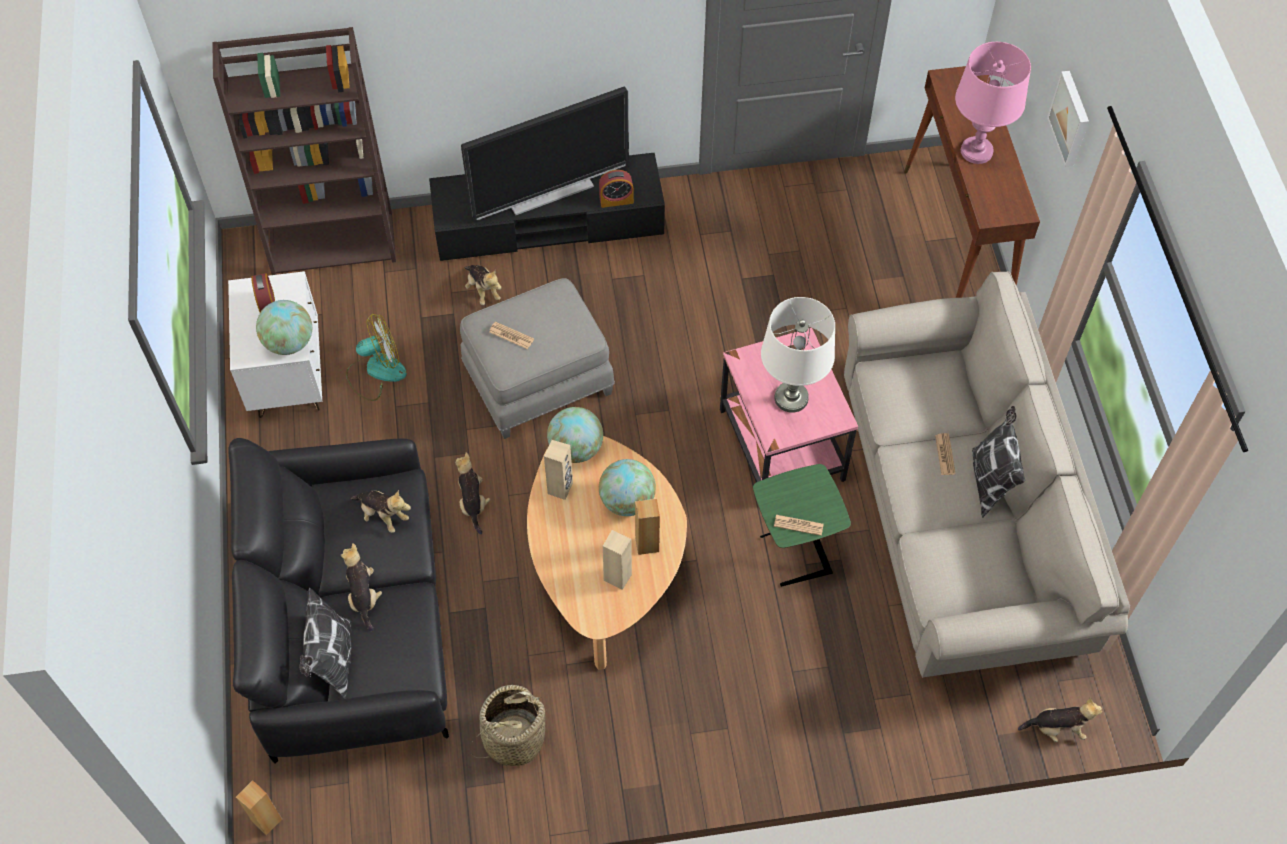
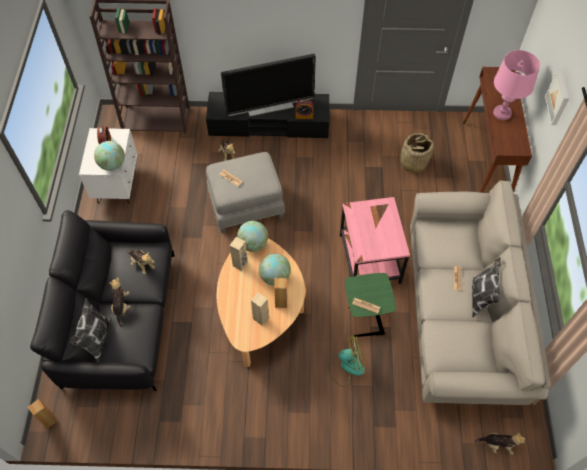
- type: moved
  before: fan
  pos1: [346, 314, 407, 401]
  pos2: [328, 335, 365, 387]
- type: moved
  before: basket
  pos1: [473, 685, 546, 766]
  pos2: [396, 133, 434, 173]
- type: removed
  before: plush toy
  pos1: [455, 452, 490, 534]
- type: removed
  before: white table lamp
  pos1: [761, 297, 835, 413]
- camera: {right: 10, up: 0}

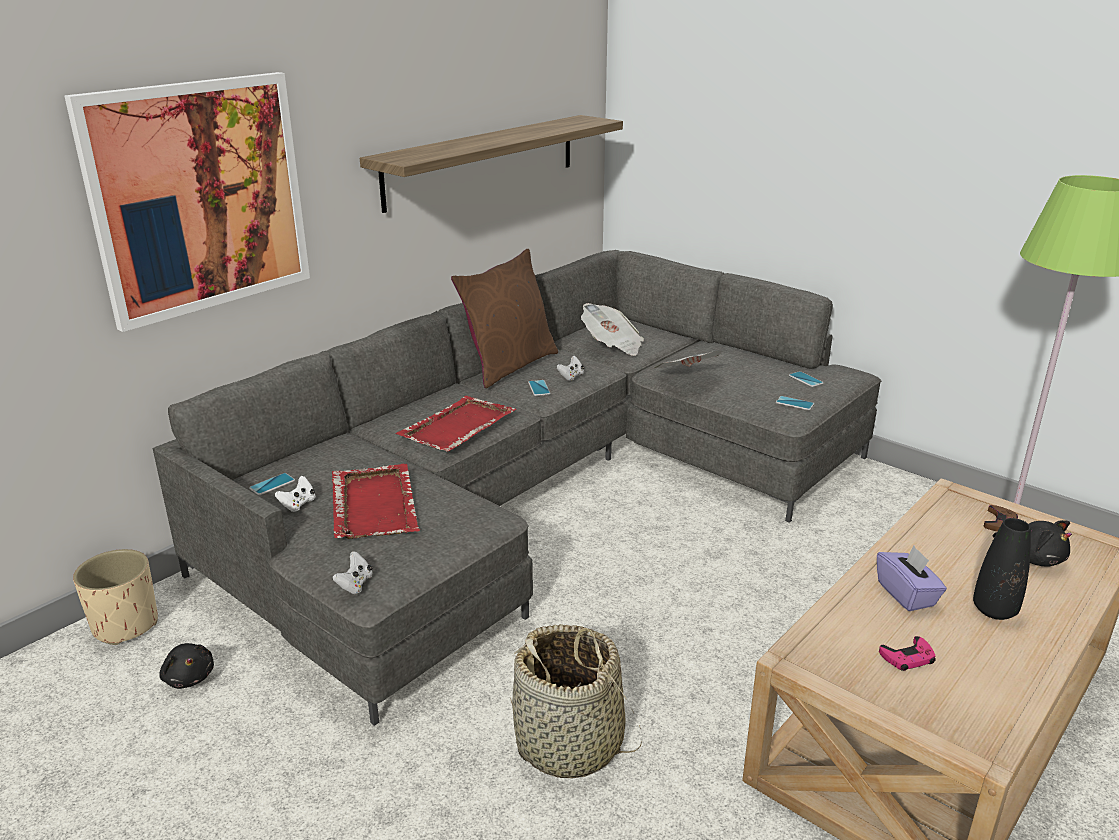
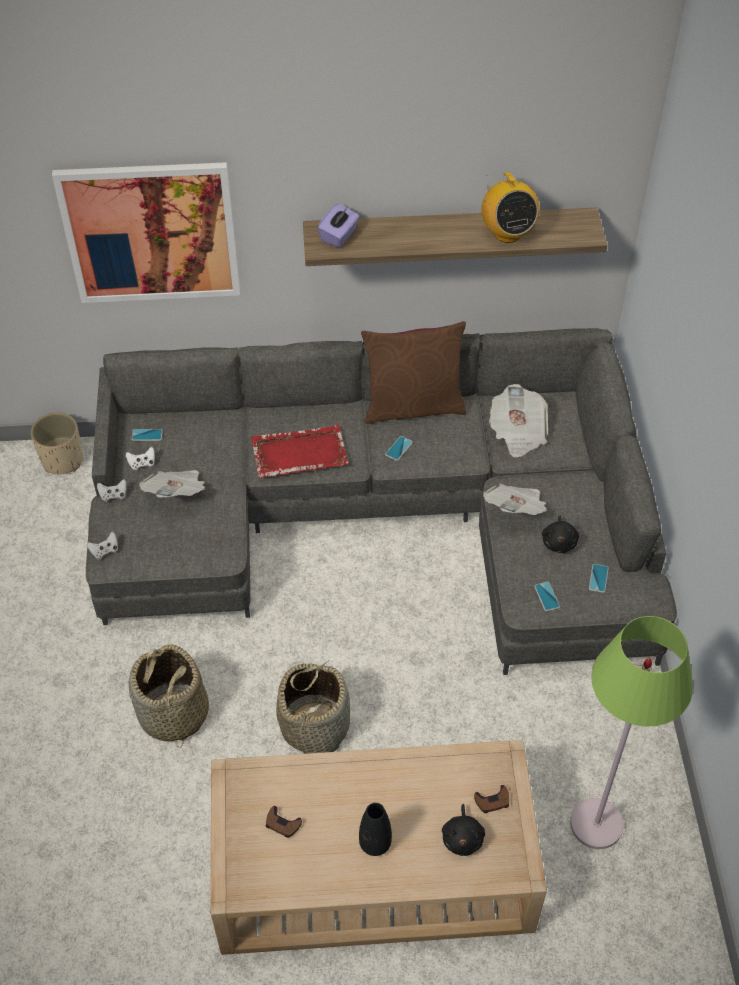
- type: moved
  before: white game controller
  pos1: [557, 355, 584, 381]
  pos2: [97, 479, 127, 502]
- type: replaced
  before: red tray
  after: newspaper
  pos1: [332, 464, 420, 539]
  pos2: [139, 470, 205, 497]
- type: recoloured
  before: pink game controller
  after: brown game controller
  pos1: [879, 636, 936, 671]
  pos2: [265, 806, 302, 838]
- type: added
  after: basket
  pos2: [276, 661, 350, 754]
- type: moved
  before: purple tissue box
  pos1: [877, 545, 947, 611]
  pos2: [317, 203, 360, 248]
- type: added
  after: radio
  pos2: [481, 172, 540, 243]
- type: moved
  before: black plush toy
  pos1: [159, 643, 214, 689]
  pos2: [542, 516, 579, 553]
- camera: {right: 45, up: 25}

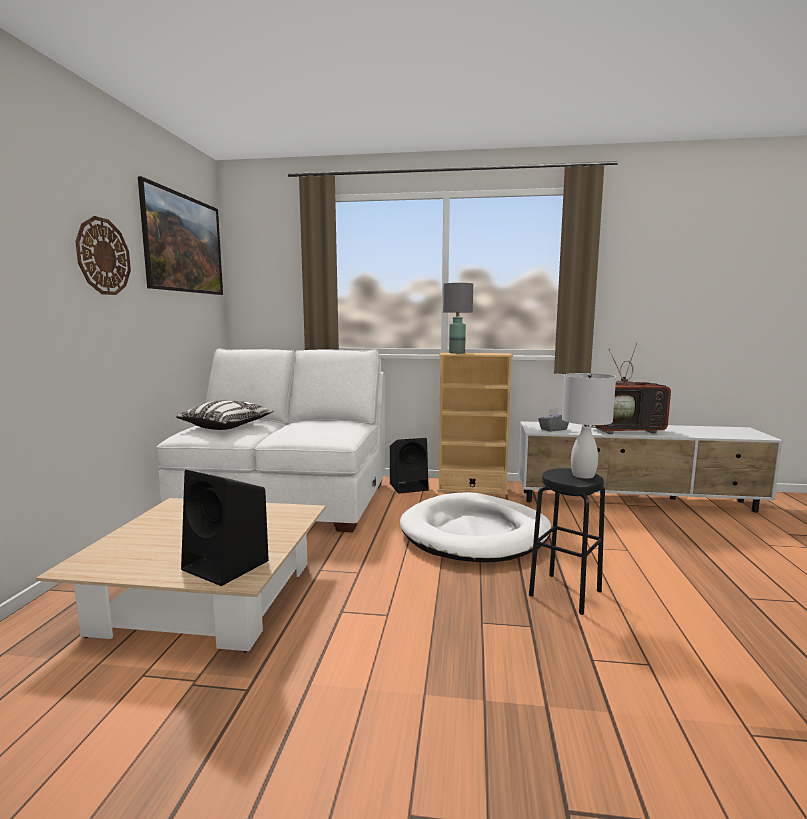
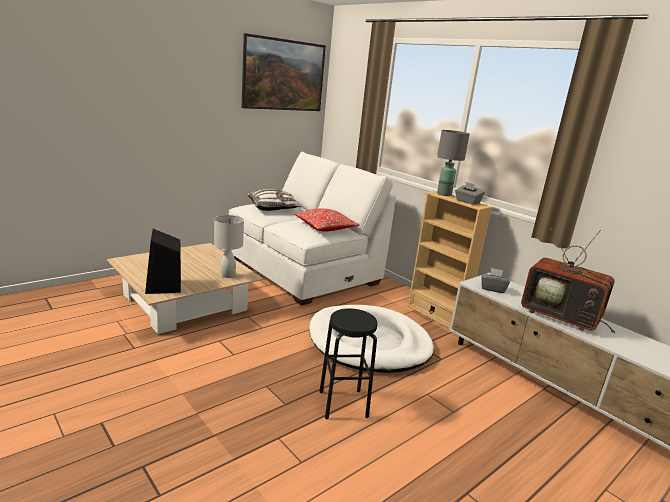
- type: moved
  before: white table lamp
  pos1: [562, 373, 616, 479]
  pos2: [214, 215, 244, 278]
- type: added
  after: pillow
  pos2: [294, 208, 360, 232]
- type: added
  after: grey tissue box
  pos2: [455, 182, 485, 205]
- type: removed
  before: wall clock
  pos1: [76, 216, 131, 295]
- type: removed
  before: black speaker
  pos1: [390, 438, 429, 494]
- camera: {right: 40, up: 10}

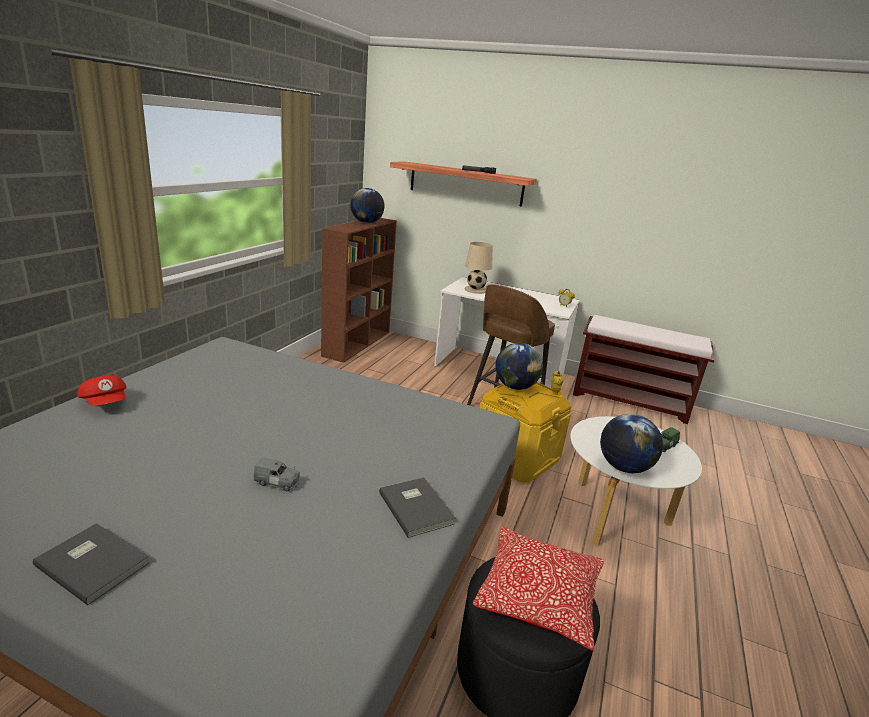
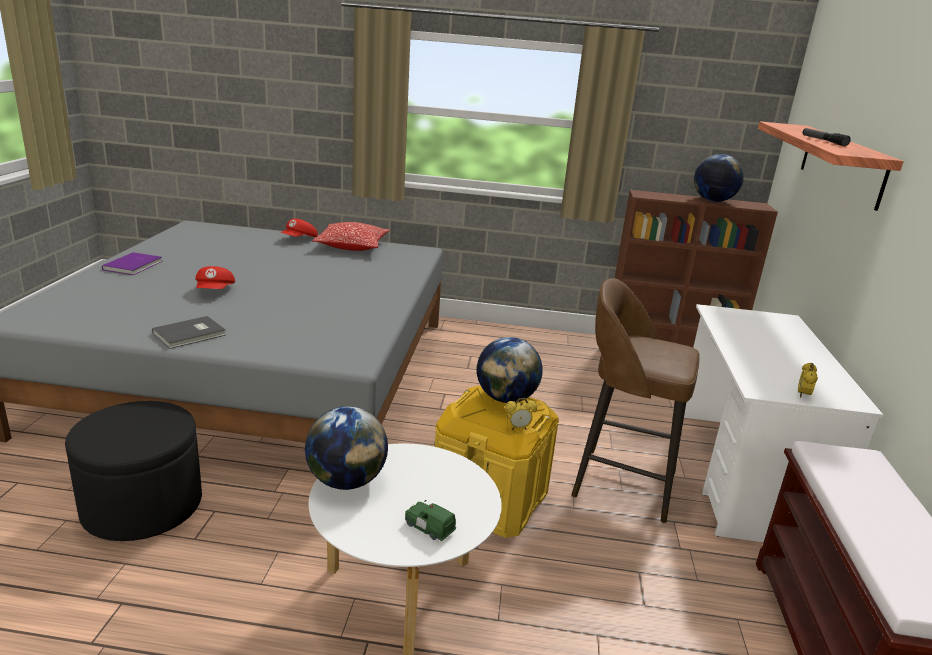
- type: recoloured
  before: grey book
  after: purple book
  pos1: [33, 523, 149, 605]
  pos2: [102, 252, 163, 275]
- type: replaced
  before: grey toy car
  after: red cap
  pos1: [253, 458, 300, 491]
  pos2: [195, 266, 235, 289]
- type: moved
  before: pillow
  pos1: [473, 526, 604, 651]
  pos2: [312, 222, 389, 251]
- type: removed
  before: beige table lamp
  pos1: [465, 242, 493, 294]
- camera: {right: 75, up: 0}

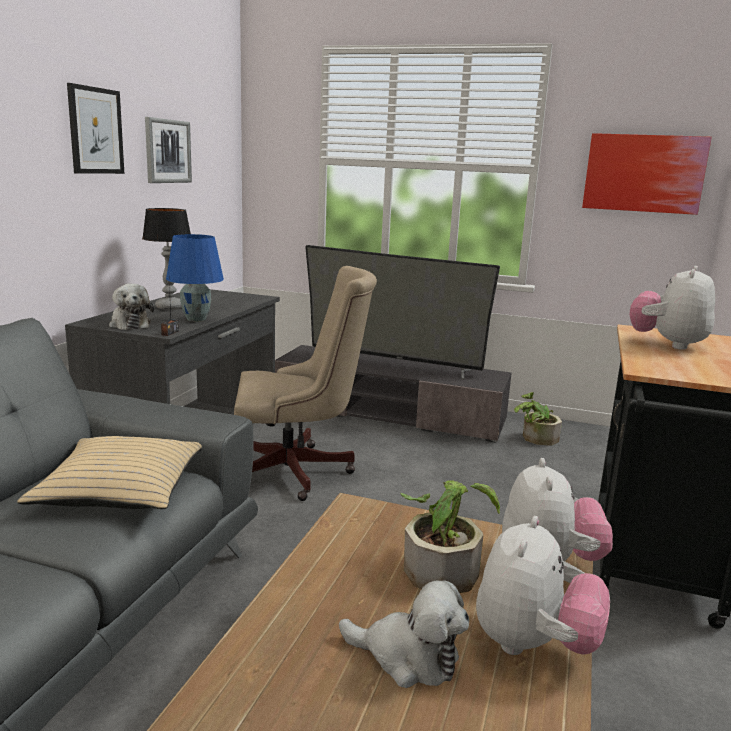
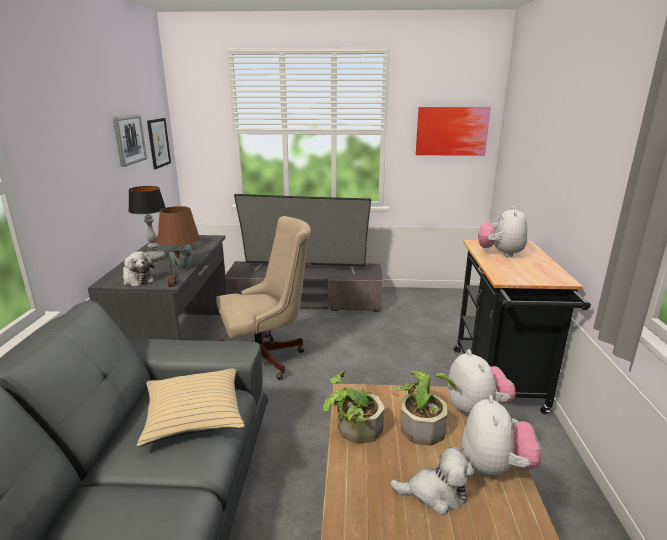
- type: moved
  before: picture
  pos1: [67, 83, 124, 174]
  pos2: [147, 118, 171, 169]
- type: recoloured
  before: blue table lamp
  after: brown table lamp
  pos1: [166, 234, 224, 322]
  pos2: [158, 206, 200, 270]
- type: moved
  before: potted plant
  pos1: [514, 392, 562, 445]
  pos2: [323, 371, 385, 444]
- camera: {right: -15, up: 5}

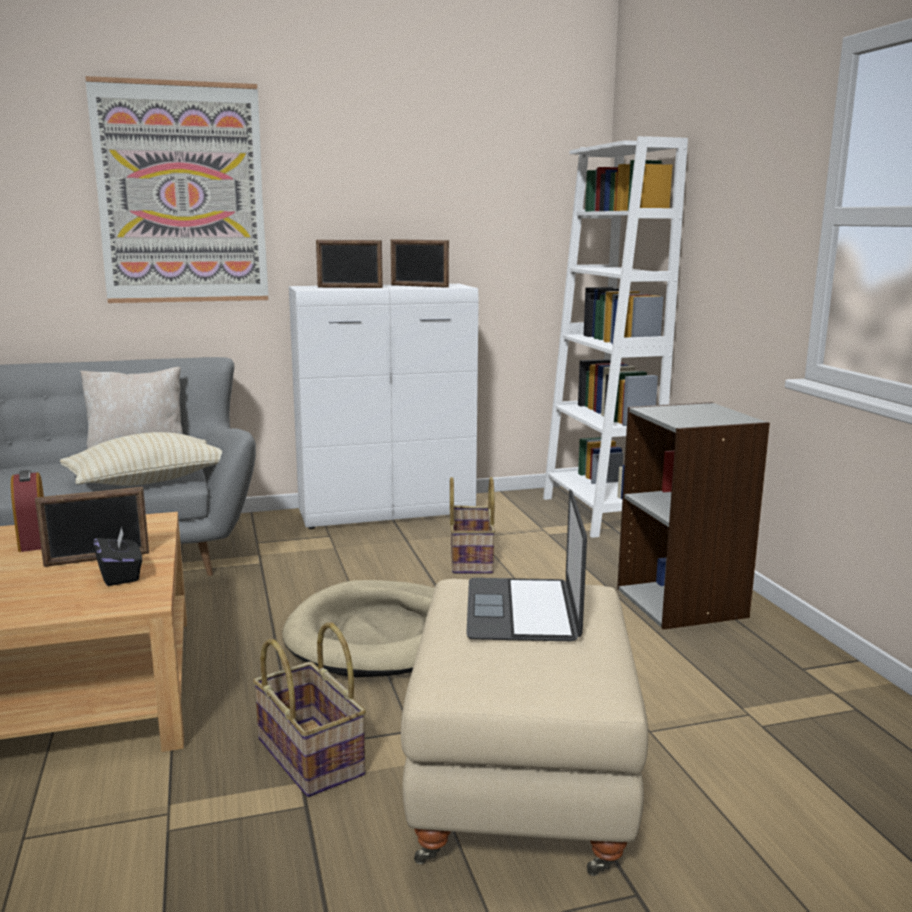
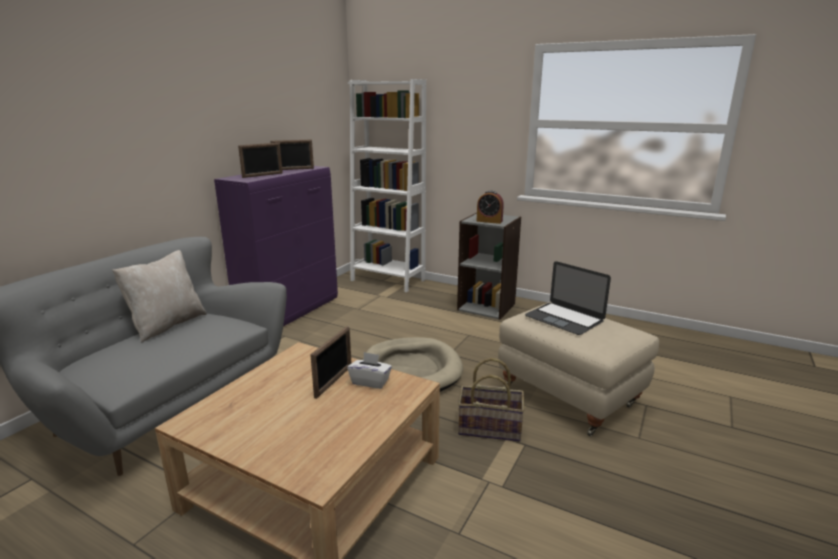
- type: recoloured
  before: white cabinet
  after: purple cabinet
  pos1: [289, 284, 479, 529]
  pos2: [214, 166, 338, 327]
- type: recoloured
  before: black tissue box
  after: white tissue box
  pos1: [94, 527, 142, 586]
  pos2: [347, 352, 392, 389]
- type: moved
  before: alarm clock
  pos1: [11, 470, 44, 552]
  pos2: [477, 190, 504, 224]
- type: removed
  before: beige pillow
  pos1: [60, 432, 222, 486]
- type: removed
  before: picture
  pos1: [85, 76, 268, 303]
- type: removed
  before: basket
  pos1: [450, 477, 496, 574]
- camera: {right: -45, up: 5}

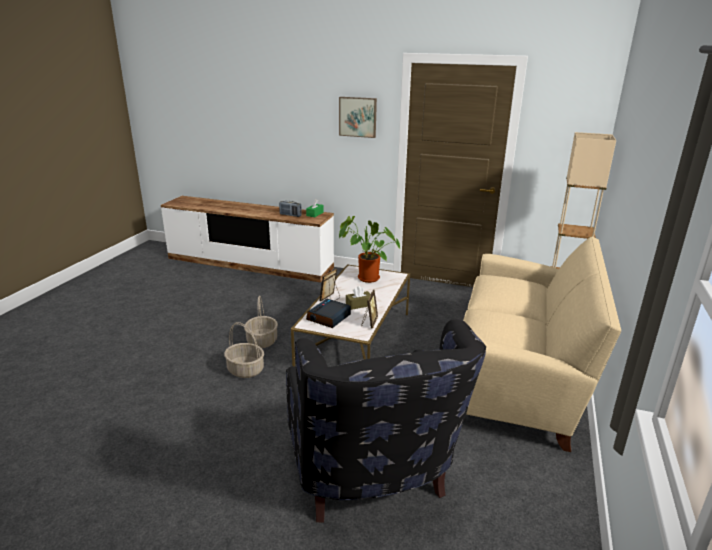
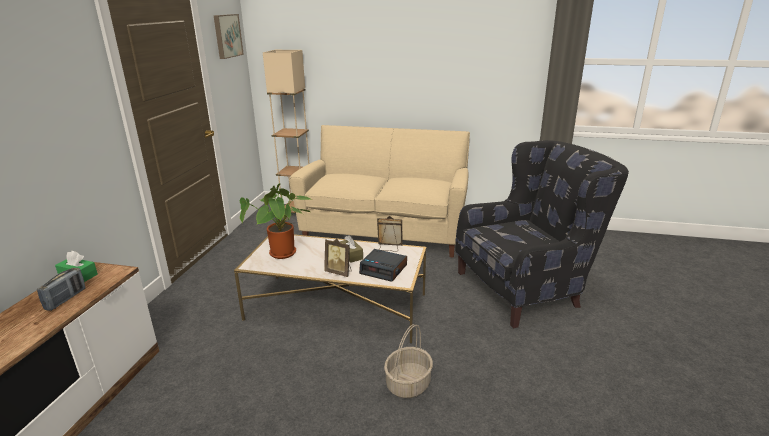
- type: moved
  before: picture
  pos1: [339, 97, 377, 138]
  pos2: [214, 14, 244, 59]
- type: removed
  before: basket
  pos1: [244, 296, 278, 348]
- camera: {right: -95, up: 0}

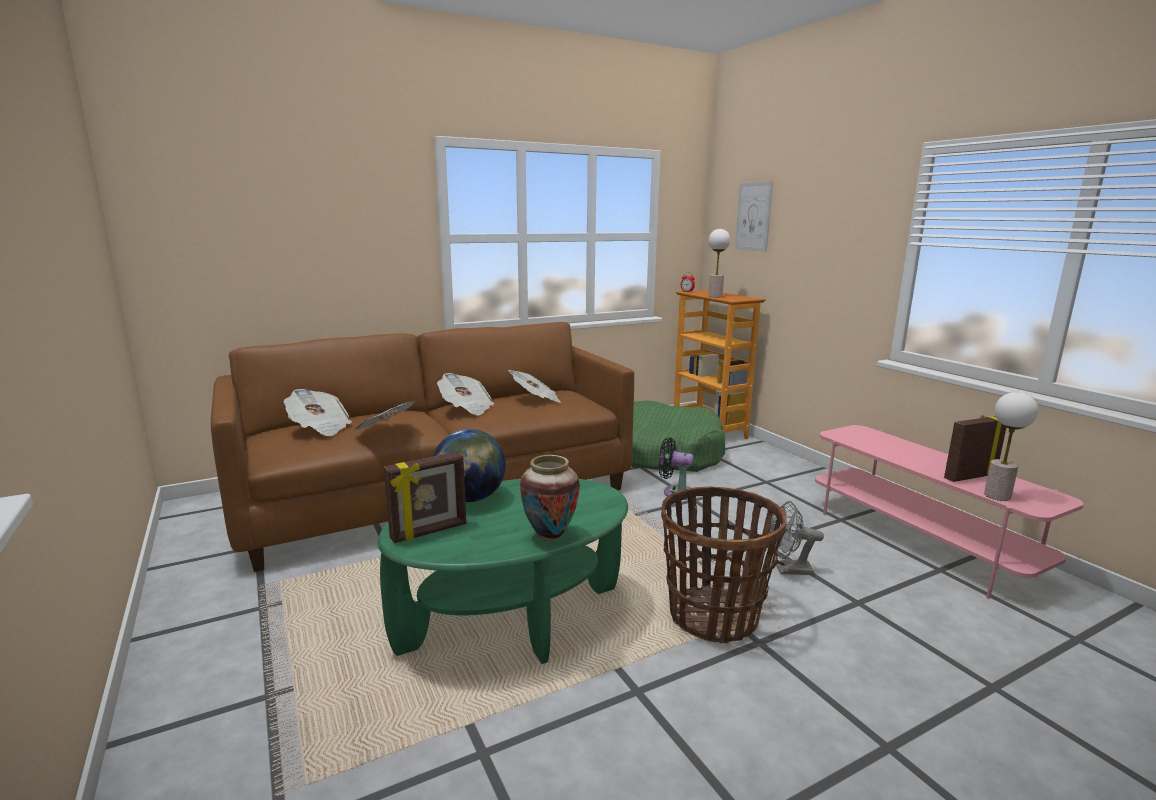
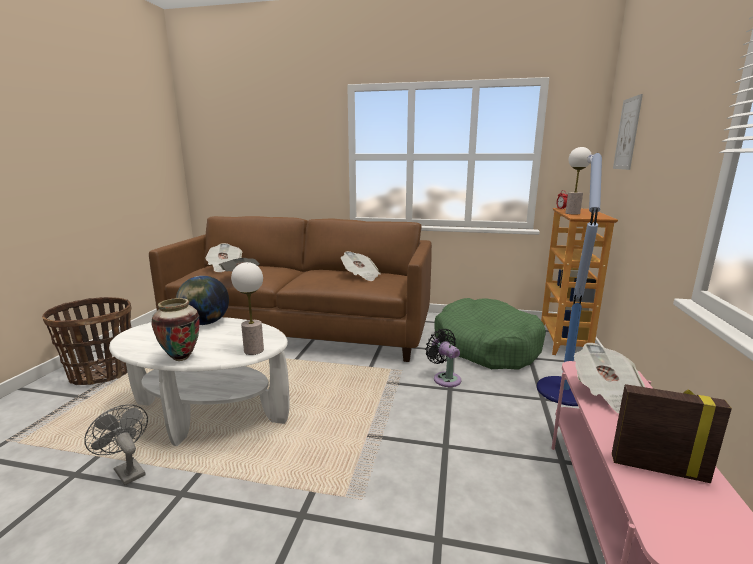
- type: moved
  before: basket
  pos1: [661, 486, 787, 643]
  pos2: [42, 297, 132, 385]
- type: moved
  before: grey fan
  pos1: [769, 501, 824, 575]
  pos2: [84, 405, 148, 485]
- type: recoloured
  before: green coffee table
  after: white coffee table
  pos1: [378, 479, 628, 664]
  pos2: [109, 317, 290, 446]
- type: moved
  before: table lamp
  pos1: [984, 392, 1038, 501]
  pos2: [231, 262, 264, 355]
- type: added
  after: floor lamp
  pos2: [537, 153, 602, 406]
- type: moved
  before: newspaper
  pos1: [437, 373, 494, 415]
  pos2: [574, 343, 645, 414]
- type: removed
  before: picture frame
  pos1: [384, 451, 466, 543]
- camera: {right: 40, up: 0}

